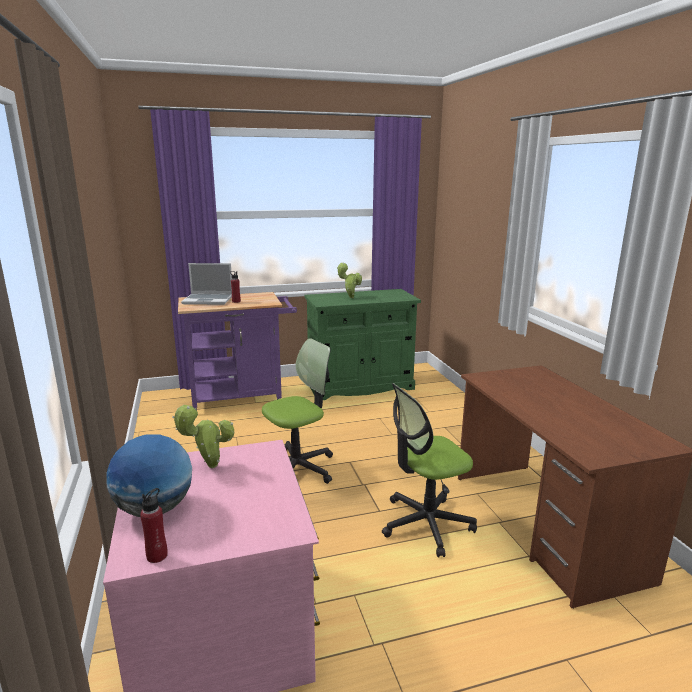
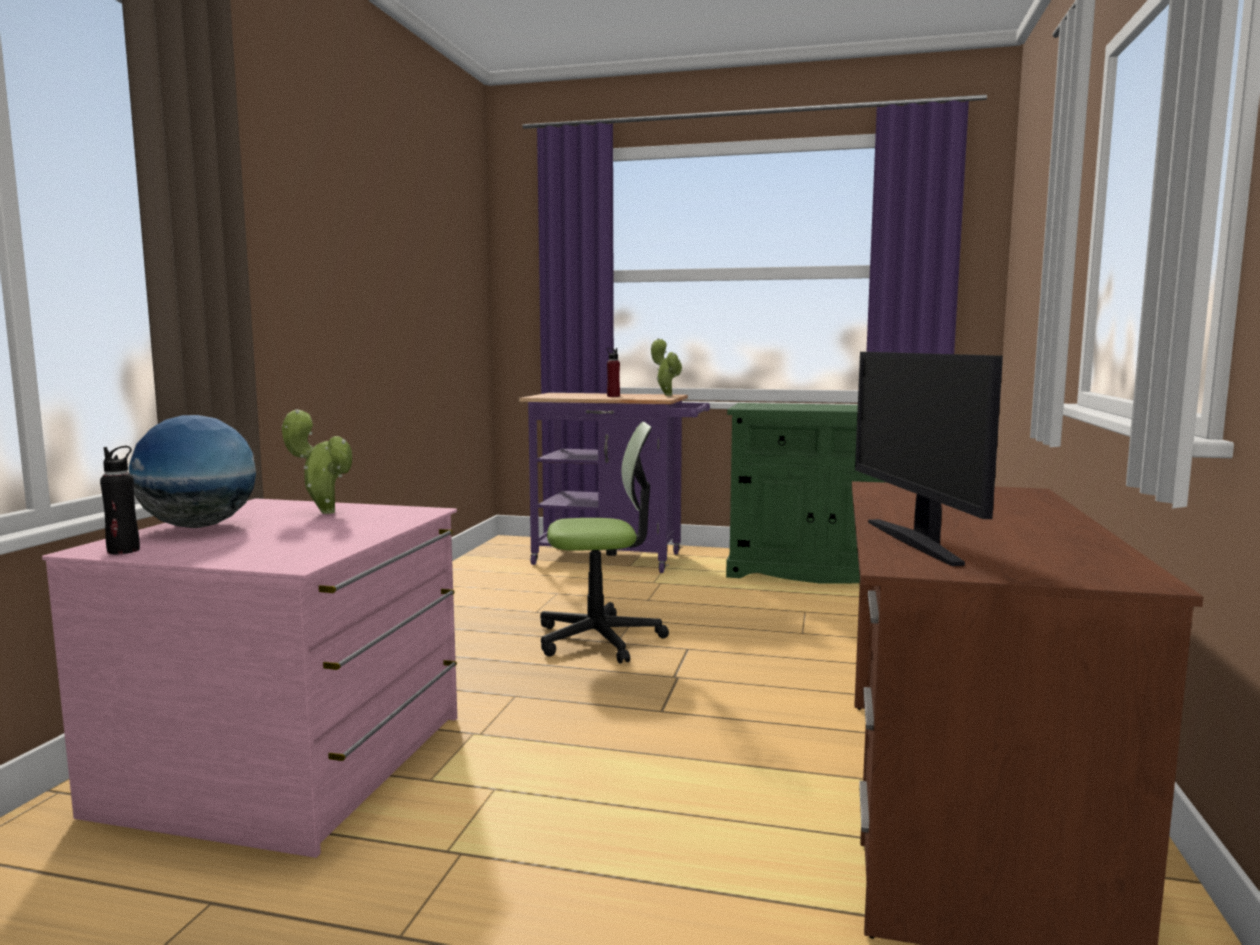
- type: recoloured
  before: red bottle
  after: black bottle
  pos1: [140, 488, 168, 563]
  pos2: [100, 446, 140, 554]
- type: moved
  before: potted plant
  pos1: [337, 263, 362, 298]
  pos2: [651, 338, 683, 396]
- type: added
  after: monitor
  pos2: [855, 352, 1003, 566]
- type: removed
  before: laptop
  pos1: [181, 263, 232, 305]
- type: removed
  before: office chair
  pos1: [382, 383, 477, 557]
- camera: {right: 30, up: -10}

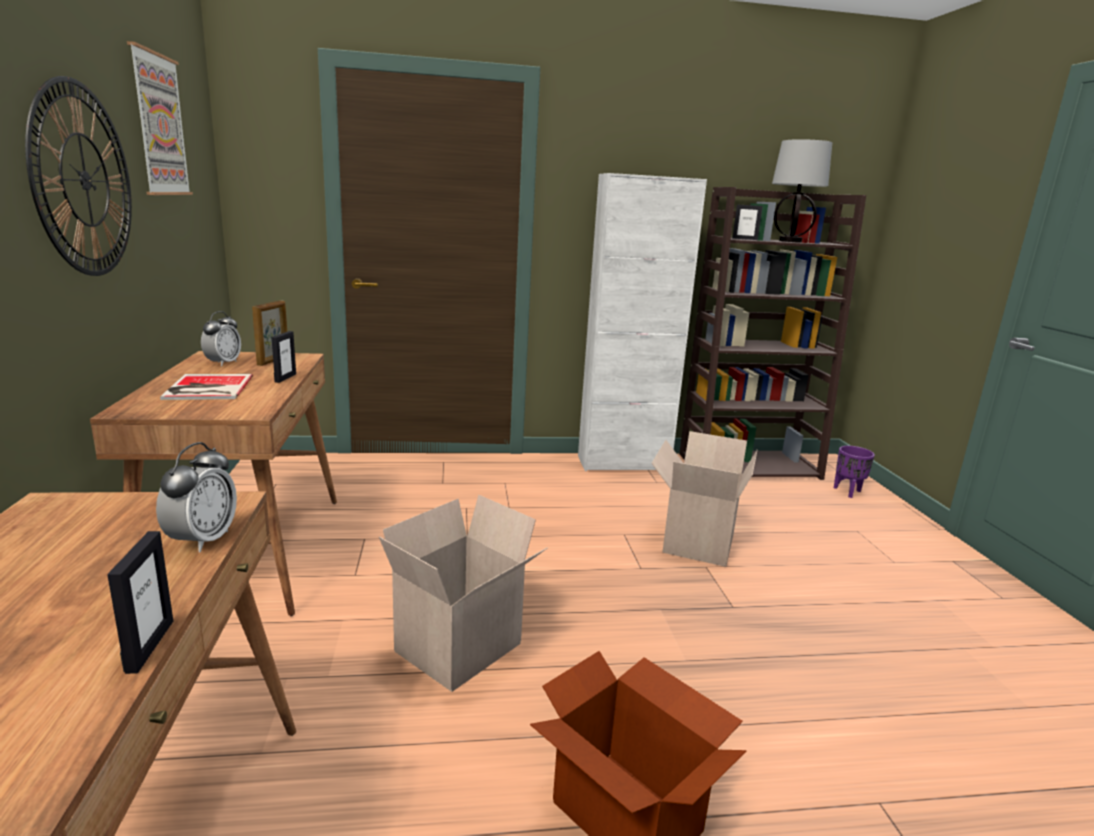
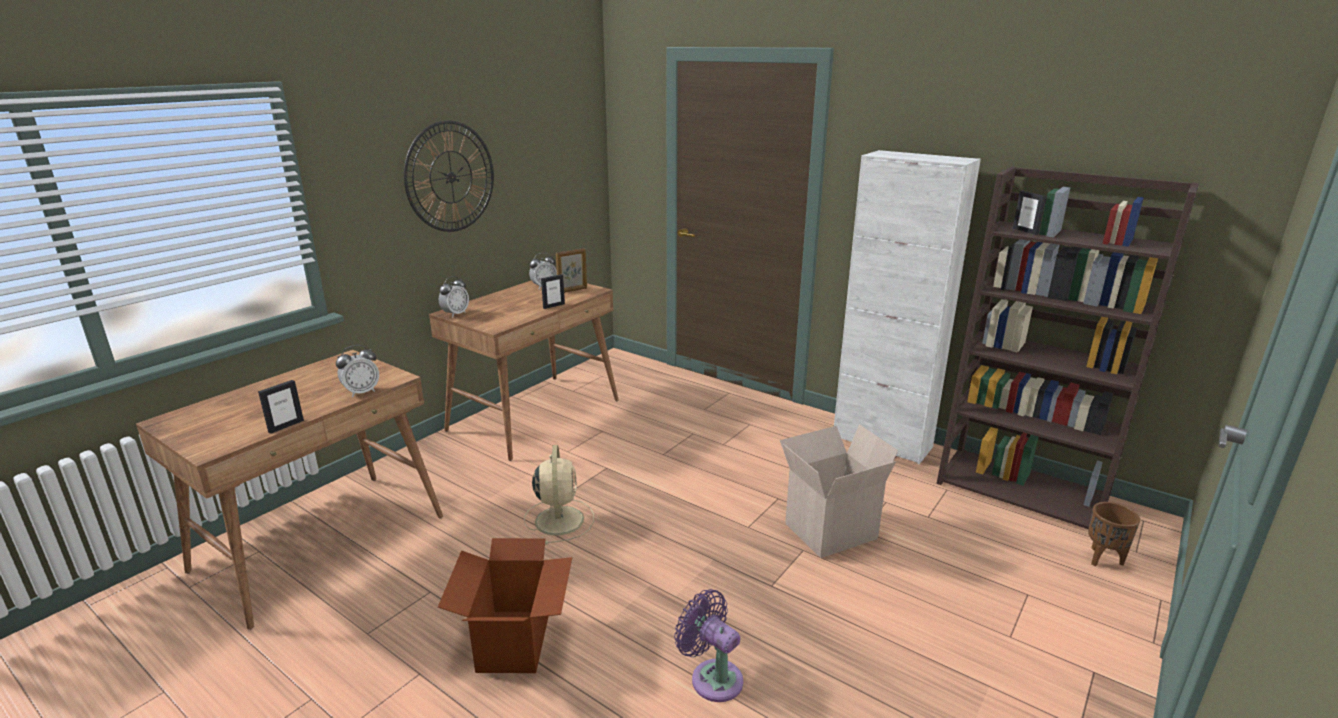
- type: added
  after: alarm clock
  pos2: [439, 276, 469, 317]
- type: replaced
  before: cardboard box
  after: beige fan
  pos1: [379, 495, 548, 692]
  pos2: [524, 445, 594, 545]
- type: added
  after: purple fan
  pos2: [674, 589, 743, 702]
- type: recoloured
  before: purple planter
  after: brown planter
  pos1: [834, 446, 875, 498]
  pos2: [1088, 502, 1140, 566]
- type: removed
  before: picture
  pos1: [127, 41, 193, 195]
- type: removed
  before: book
  pos1: [160, 374, 253, 400]
- type: removed
  before: table lamp
  pos1: [772, 139, 832, 243]
- camera: {right: 45, up: 5}

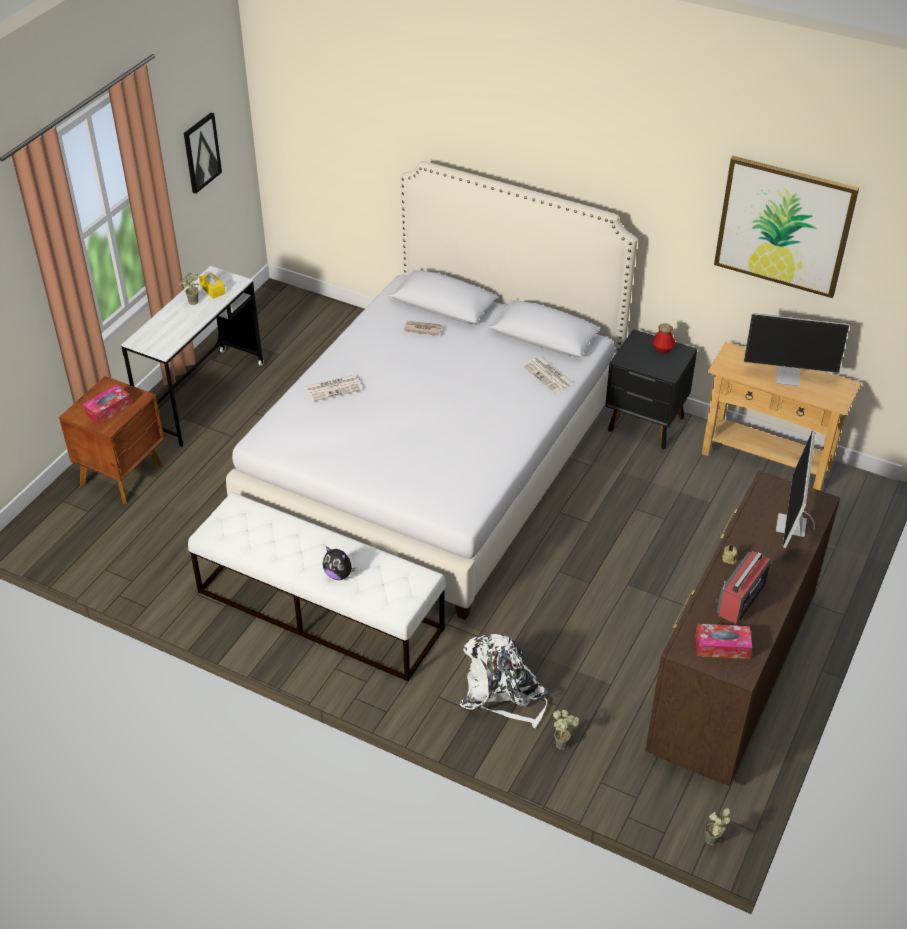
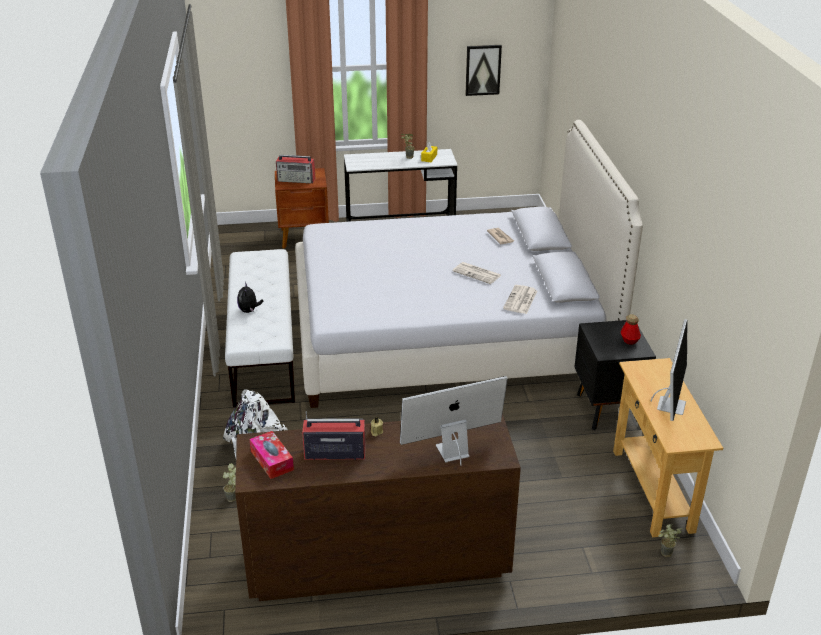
- type: replaced
  before: tissue box
  after: radio
  pos1: [83, 385, 132, 425]
  pos2: [276, 155, 315, 183]
- type: moved
  before: newspaper
  pos1: [305, 375, 362, 402]
  pos2: [452, 262, 501, 284]
- type: turned
  before: monitor
  pos1: [744, 313, 849, 387]
  pos2: [650, 319, 688, 421]
  turn: -135
- type: moved
  before: potted plant
  pos1: [705, 808, 730, 845]
  pos2: [658, 524, 683, 557]
- type: removed
  before: picture
  pos1: [714, 156, 859, 298]
- camera: {right: 55, up: -10}

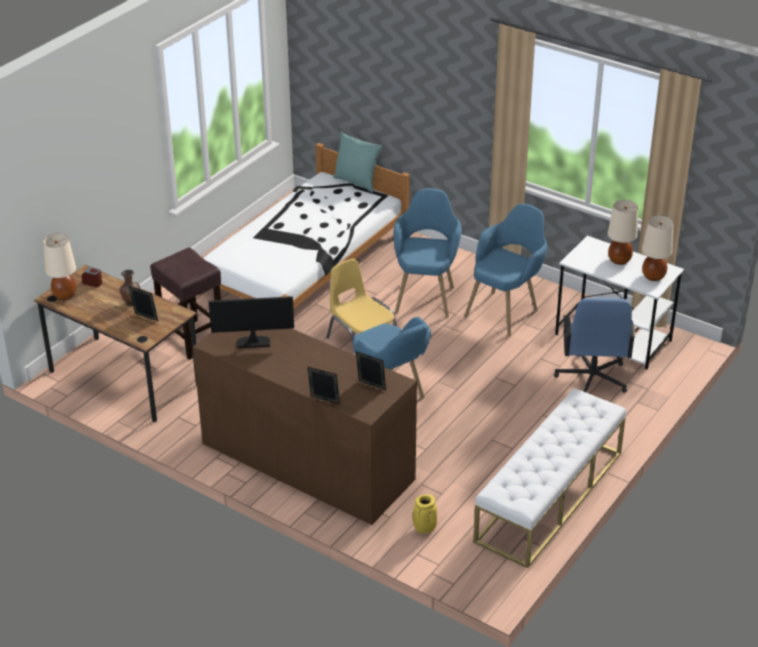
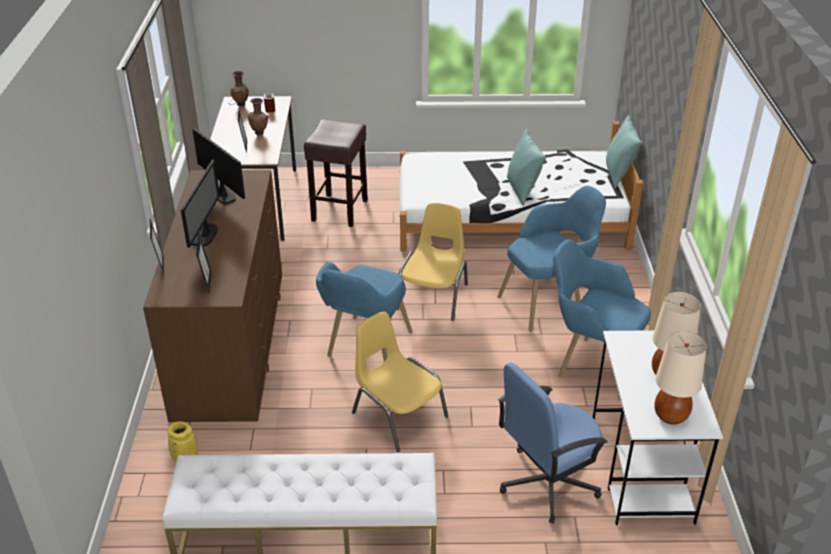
- type: added
  after: monitor
  pos2: [181, 160, 220, 248]
- type: replaced
  before: beige table lamp
  after: brown vase
  pos1: [43, 234, 76, 300]
  pos2: [231, 71, 249, 107]
- type: added
  after: yellow chair
  pos2: [352, 312, 448, 452]
- type: added
  after: turquoise pillow
  pos2: [507, 129, 546, 206]
- type: turned
  before: blue armchair
  pos1: [464, 204, 547, 336]
  pos2: [553, 239, 651, 401]
  turn: -150
- camera: {right: 55, up: 0}

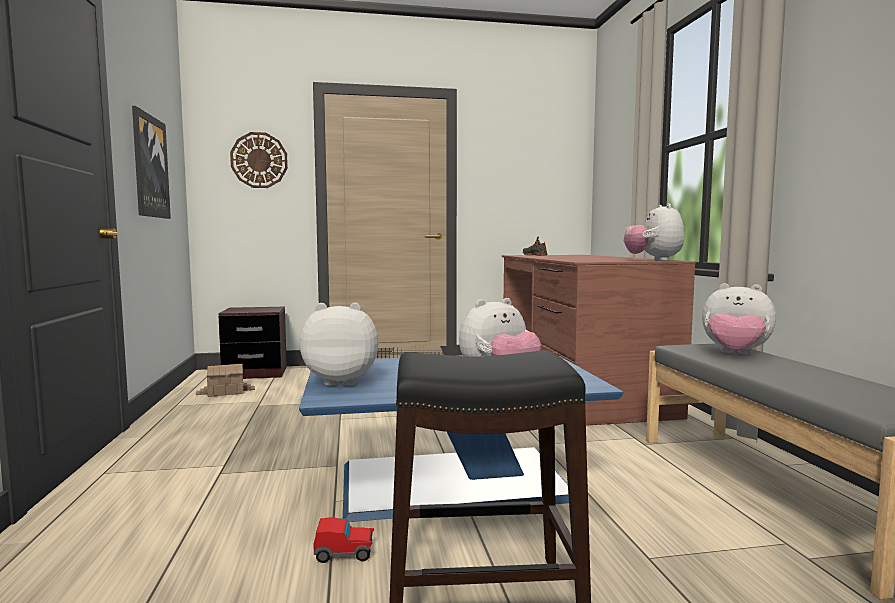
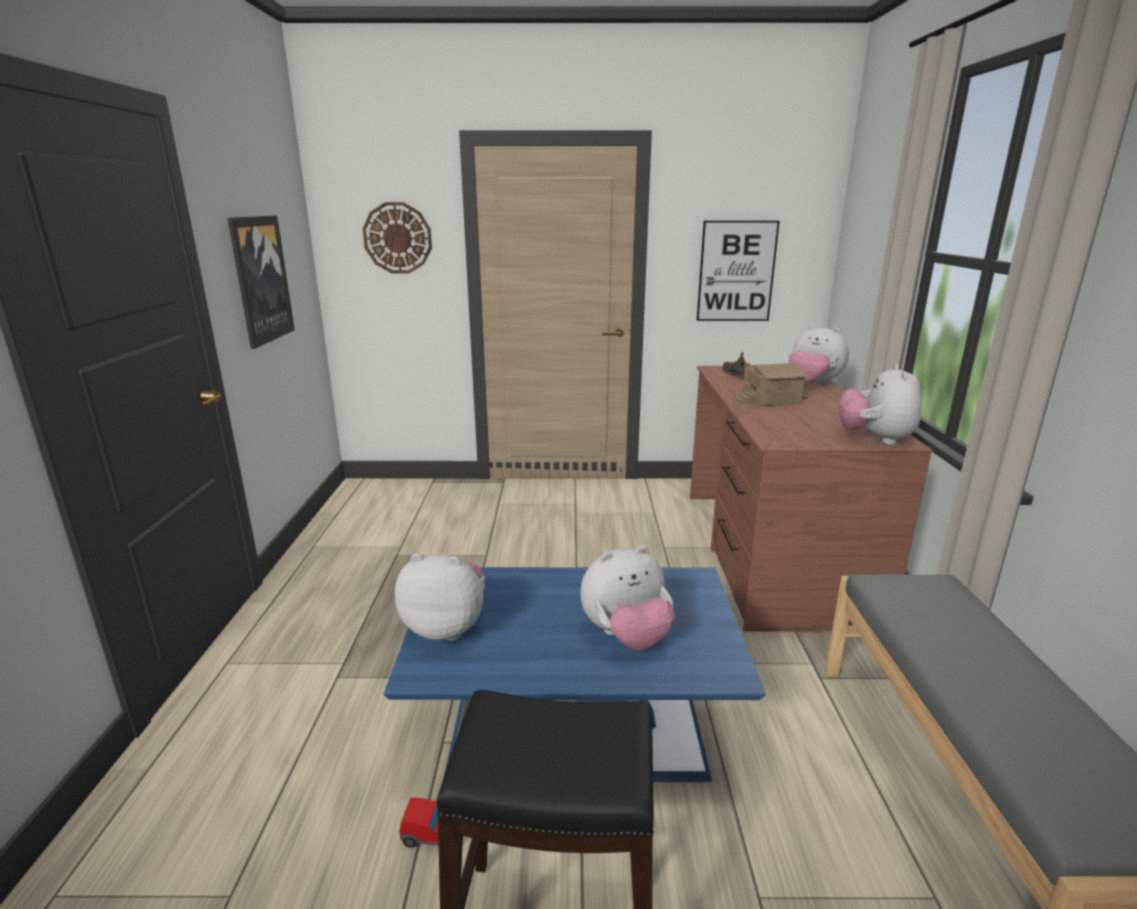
- type: added
  after: picture
  pos2: [697, 221, 780, 321]
- type: moved
  before: toy house
  pos1: [196, 364, 255, 397]
  pos2: [734, 363, 808, 406]
- type: moved
  before: plush toy
  pos1: [702, 283, 776, 354]
  pos2: [789, 325, 849, 385]
- type: removed
  before: brown nightstand
  pos1: [218, 307, 287, 379]
- camera: {right: 10, up: 15}

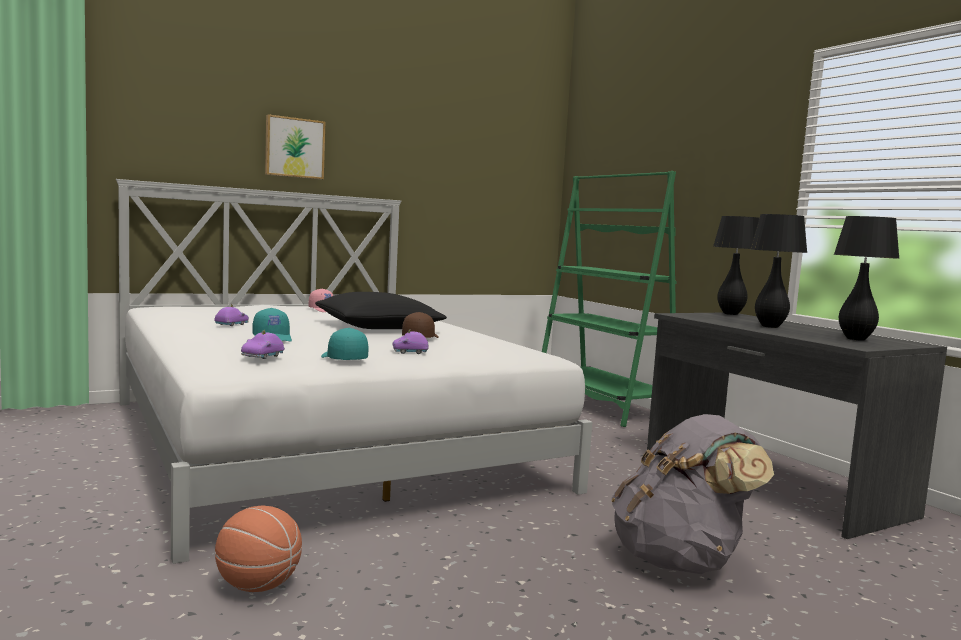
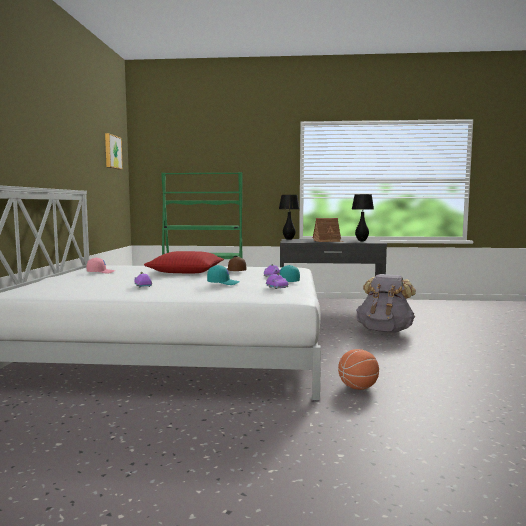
- type: moved
  before: picture
  pos1: [265, 114, 326, 179]
  pos2: [105, 133, 123, 170]
- type: recoloured
  before: black pillow
  after: red pillow
  pos1: [315, 292, 447, 329]
  pos2: [144, 251, 224, 273]
- type: replaced
  before: black table lamp
  after: toy house
  pos1: [750, 214, 807, 328]
  pos2: [313, 218, 344, 242]
- camera: {right: -55, up: 0}

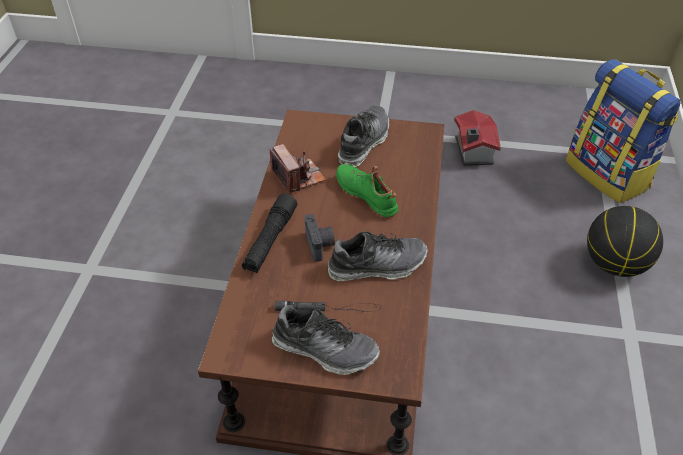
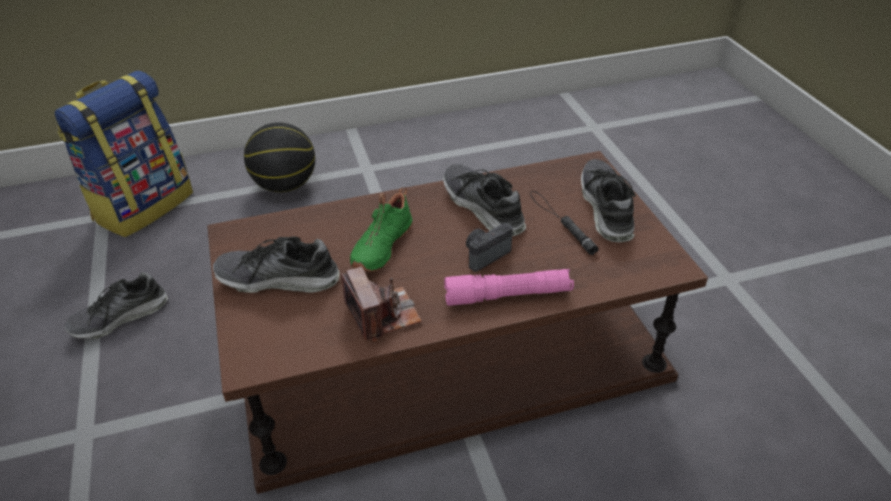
- type: replaced
  before: toy house
  after: shoe
  pos1: [454, 110, 501, 166]
  pos2: [65, 272, 168, 339]
- type: turned
  before: photo camera
  pos1: [270, 144, 326, 194]
  pos2: [341, 267, 422, 341]
  turn: 120
- type: recoloured
  before: black flashlight
  after: pink flashlight
  pos1: [242, 193, 297, 273]
  pos2: [444, 269, 574, 306]
- camera: {right: -115, up: -5}

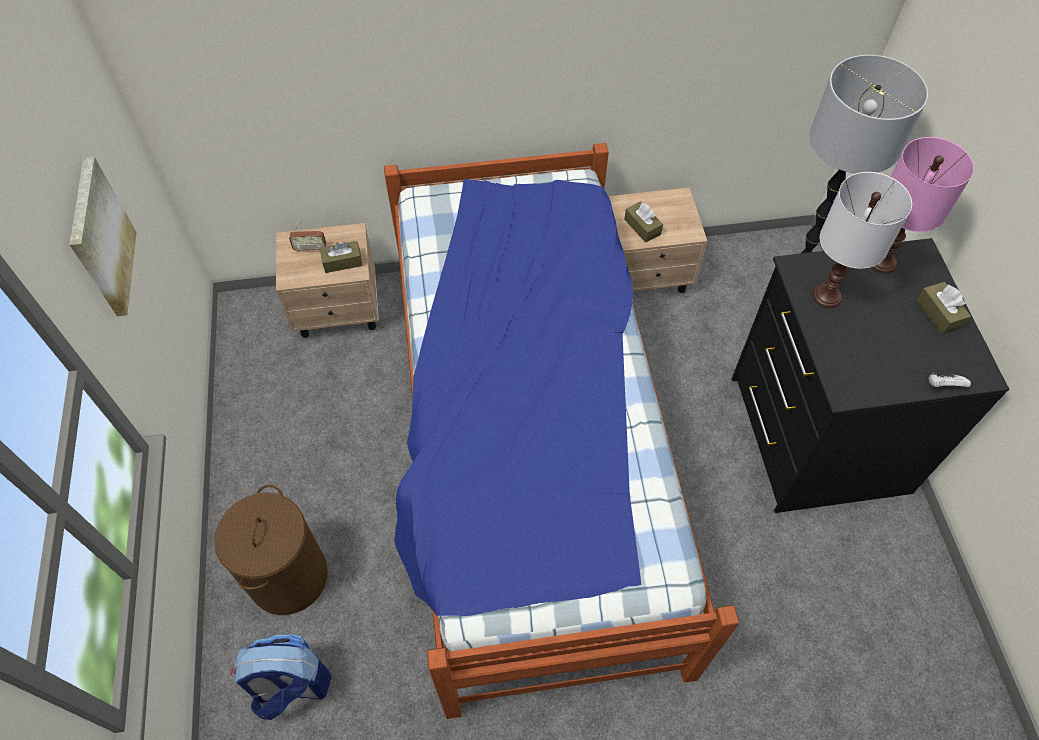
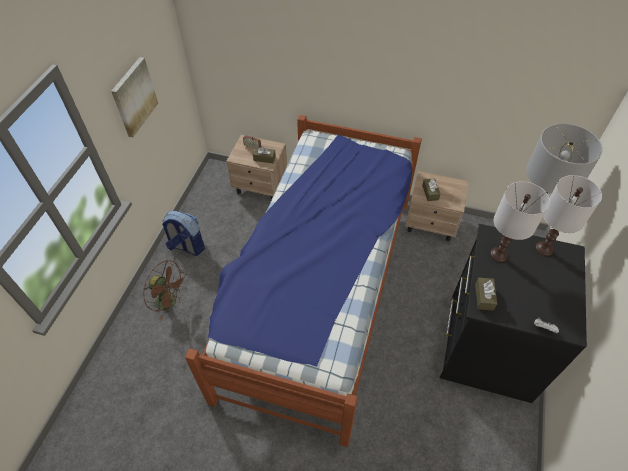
- type: replaced
  before: brown laundry basket
  after: brown fan
  pos1: [214, 485, 328, 615]
  pos2: [143, 260, 187, 320]
- type: moved
  before: backpack
  pos1: [231, 634, 332, 720]
  pos2: [162, 211, 205, 256]
- type: moved
  before: brown tissue box
  pos1: [917, 282, 971, 335]
  pos2: [475, 277, 497, 311]
- type: recoloured
  before: pink table lamp
  after: white table lamp
  pos1: [871, 137, 974, 273]
  pos2: [535, 175, 602, 256]
- camera: {right: 25, up: -5}

